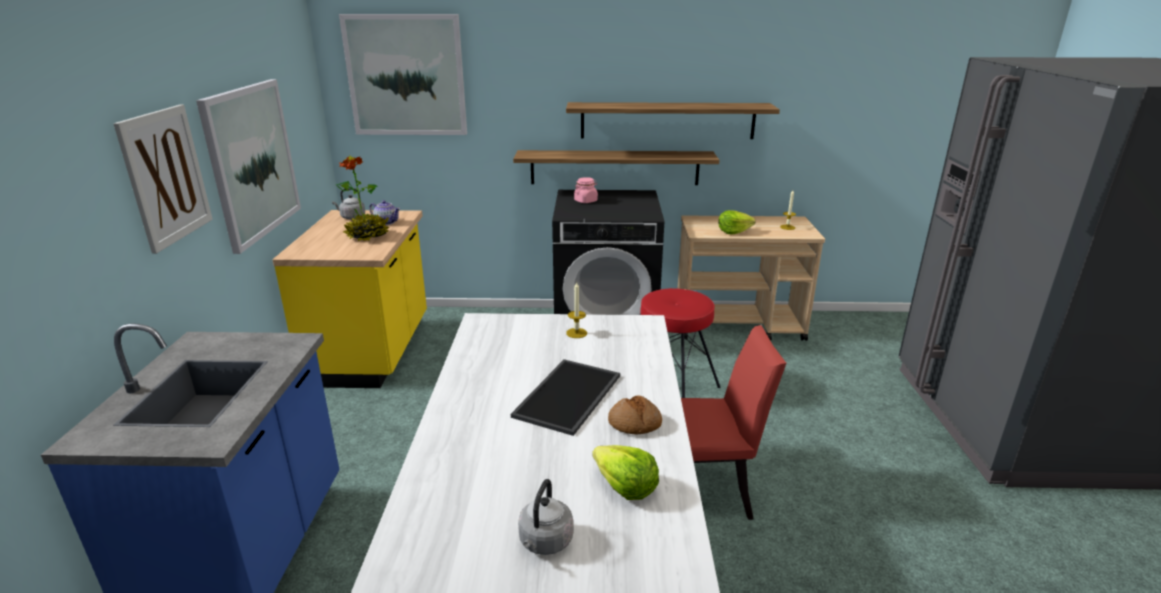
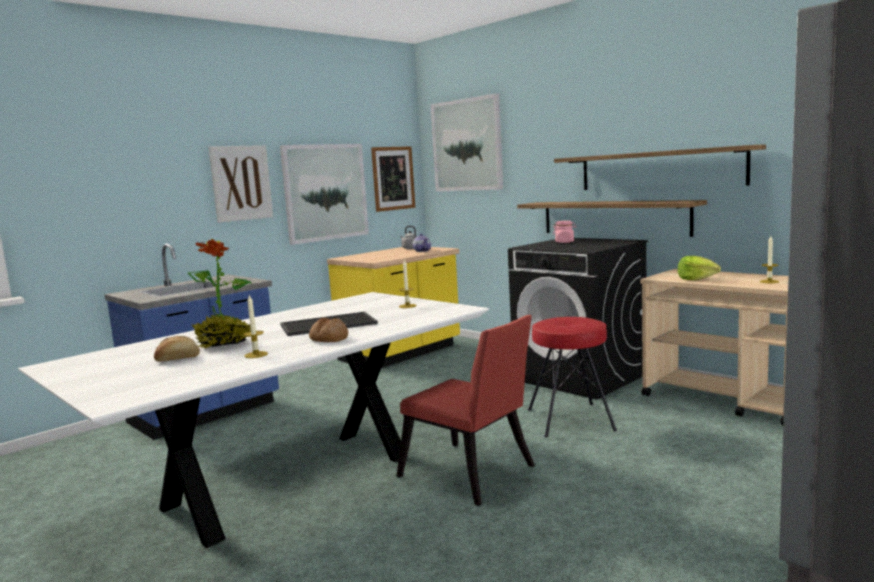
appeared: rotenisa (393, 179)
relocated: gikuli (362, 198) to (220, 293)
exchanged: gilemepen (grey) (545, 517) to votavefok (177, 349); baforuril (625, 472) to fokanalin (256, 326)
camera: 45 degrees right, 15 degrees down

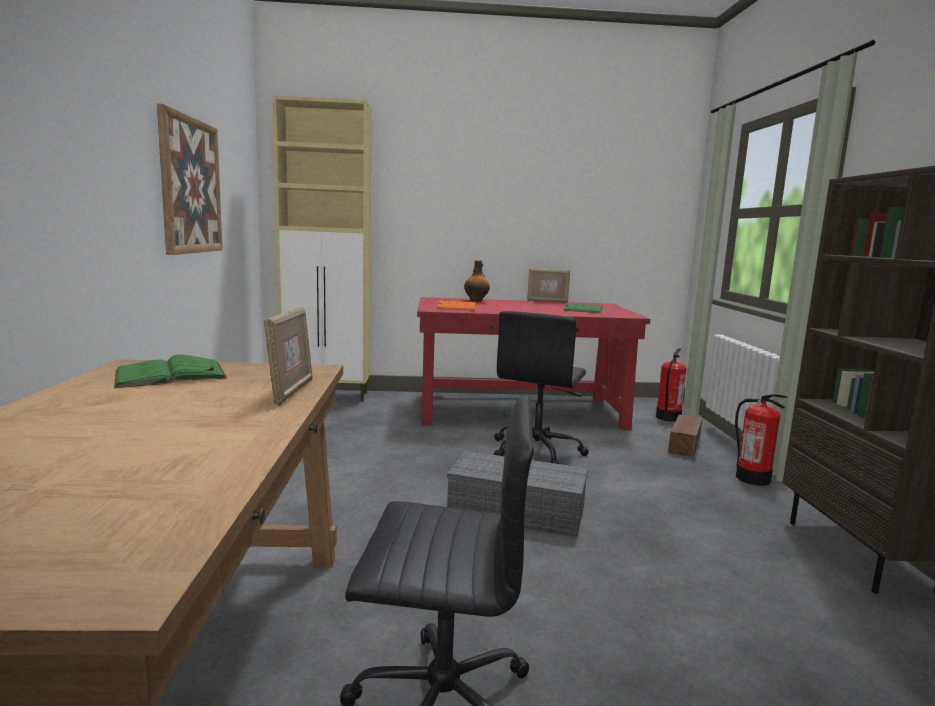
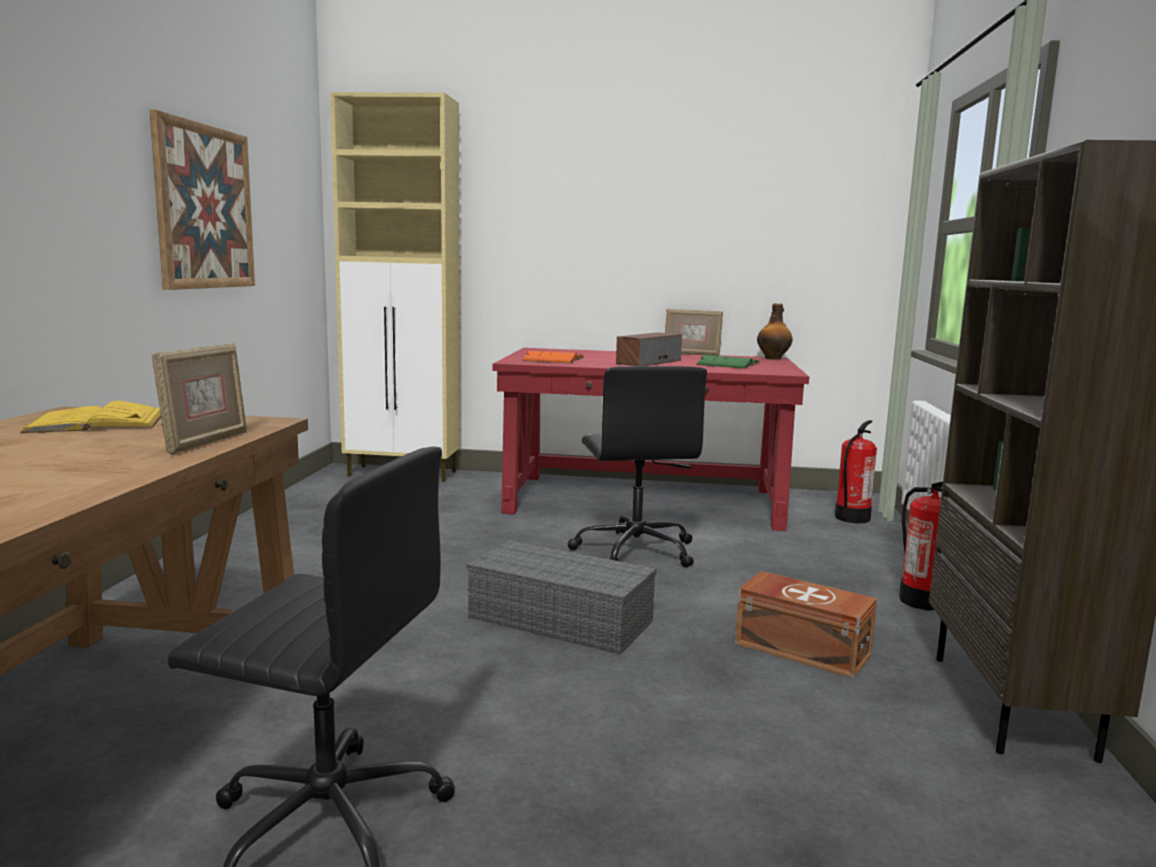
appeared: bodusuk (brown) (806, 624)
relocated: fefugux (685, 436) to (649, 349); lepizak (477, 281) to (775, 331)
colour: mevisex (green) (170, 371) to mevisex (yellow) (90, 417)
spun: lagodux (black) (541, 387) = (637, 467) 45 degrees counterclockwise
camera: 10 degrees right, 0 degrees up

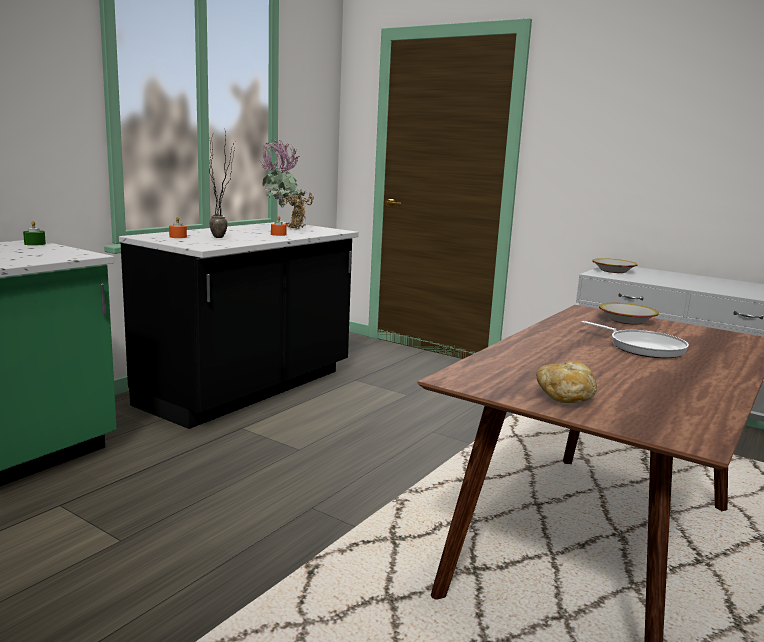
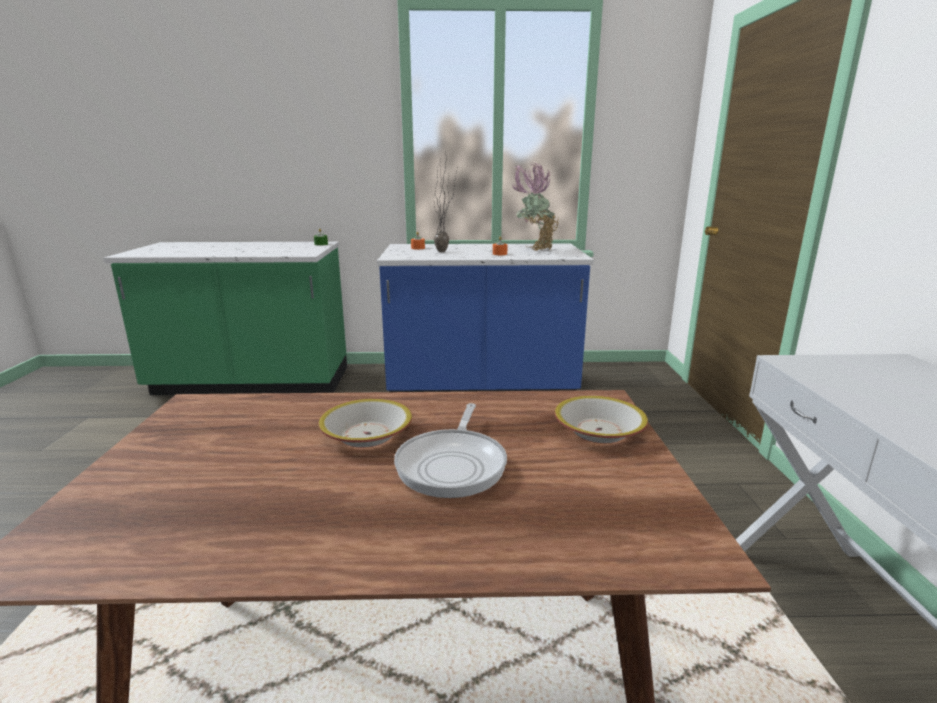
missing: votavefok (566, 382)
relocated: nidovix (614, 265) to (365, 423)
colour: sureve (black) (239, 325) to sureve (blue) (485, 318)
camera: 55 degrees right, 5 degrees up

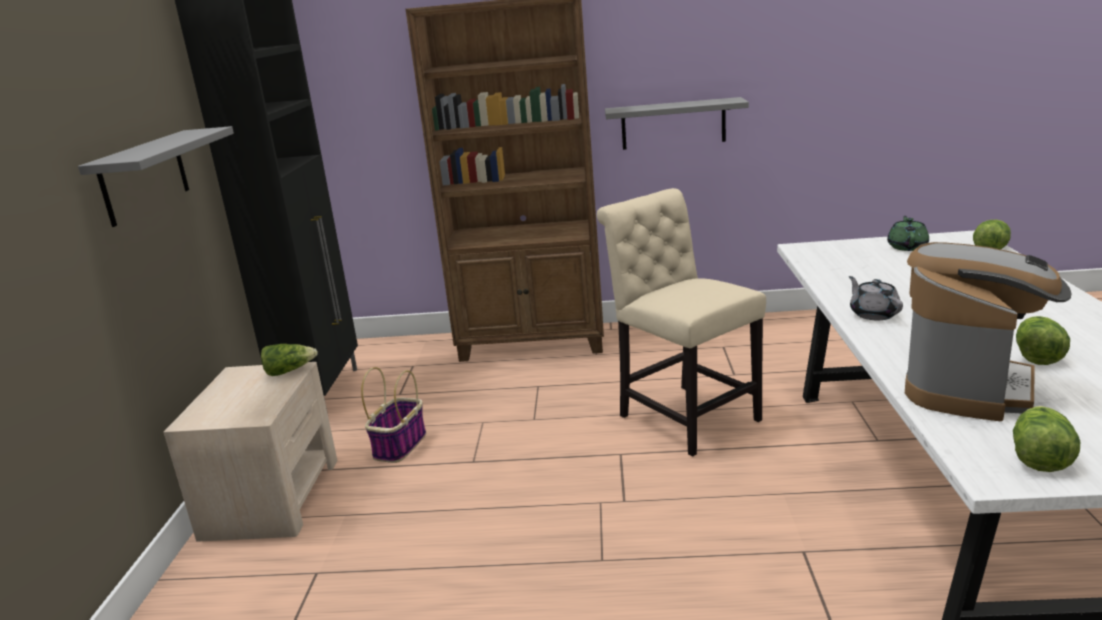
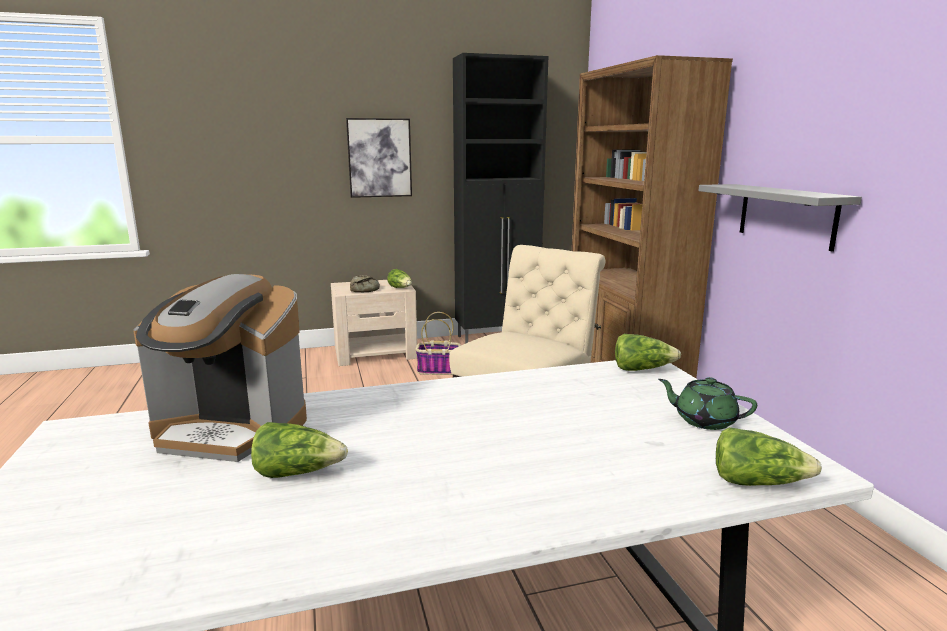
missing: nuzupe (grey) (876, 298)
appeared: votavefok (365, 283)
relocated: baforuril (1046, 439) to (648, 352)
exchanged: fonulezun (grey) (156, 176) to rotenisa (379, 158)
spun: nuzupe (green) (908, 233) = (707, 403) 150 degrees counterclockwise
camera: 70 degrees right, 5 degrees down

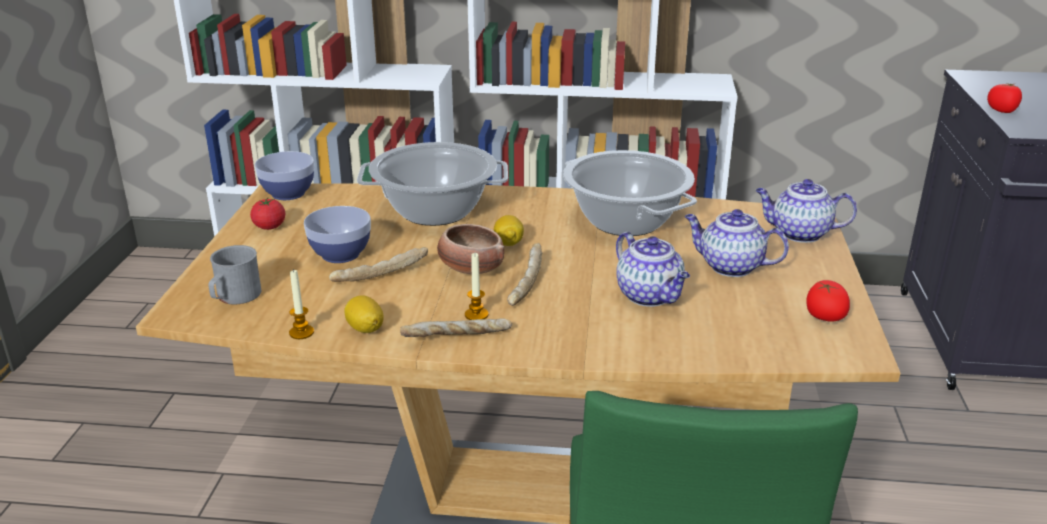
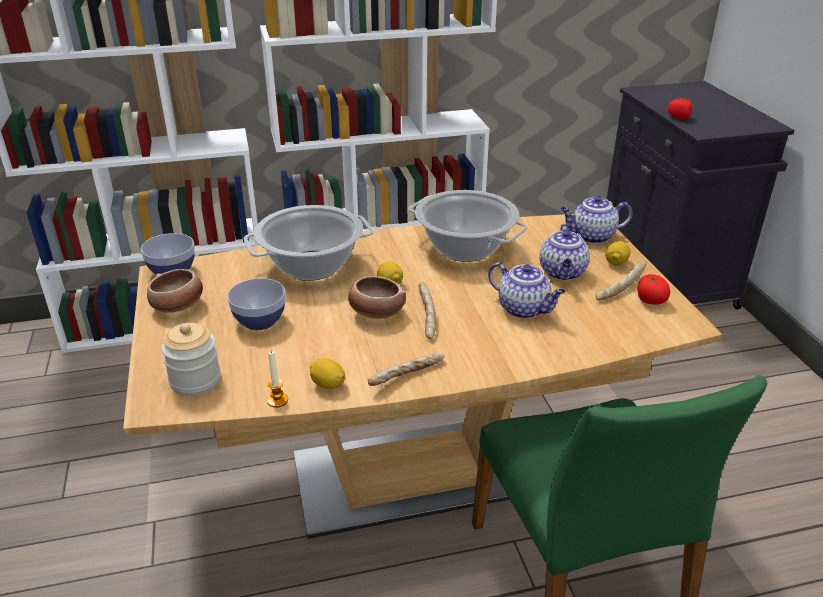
missing: fokanalin (476, 286)
appeared: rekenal (617, 253)
relocated: votavefok (378, 264) to (620, 280)
exchanged: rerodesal (268, 214) to nidovix (175, 291); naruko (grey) (234, 274) to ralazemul (191, 359)
spun: nuzupe (736, 243) = (564, 252) 90 degrees counterclockwise
camera: 20 degrees left, 5 degrees up

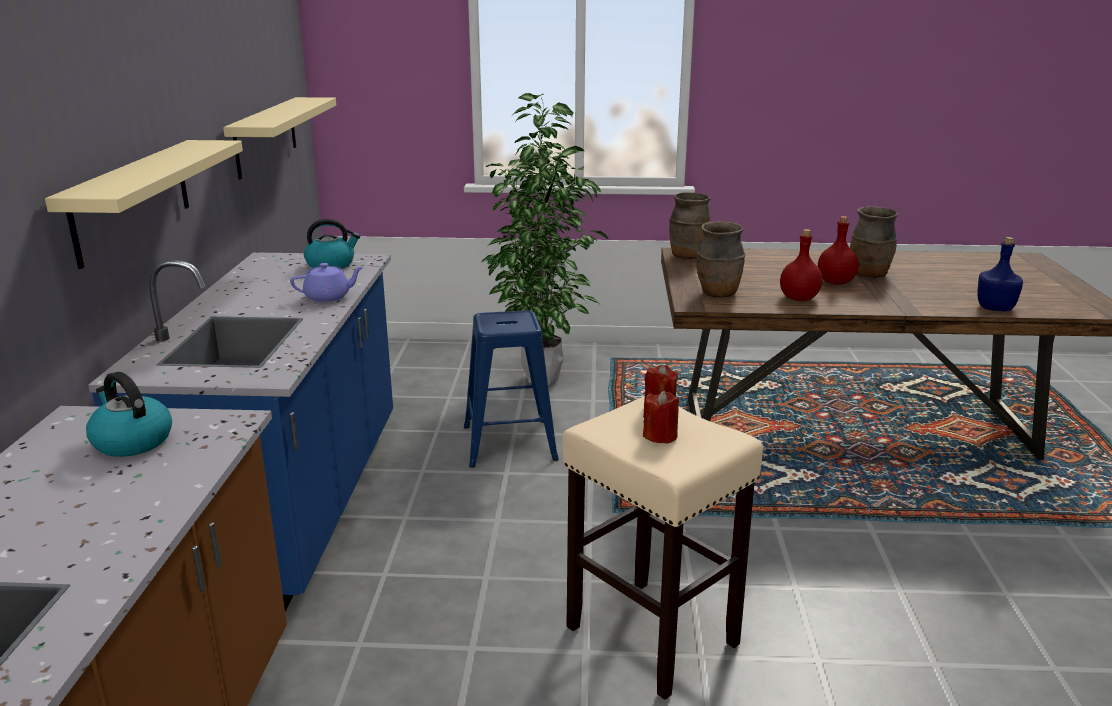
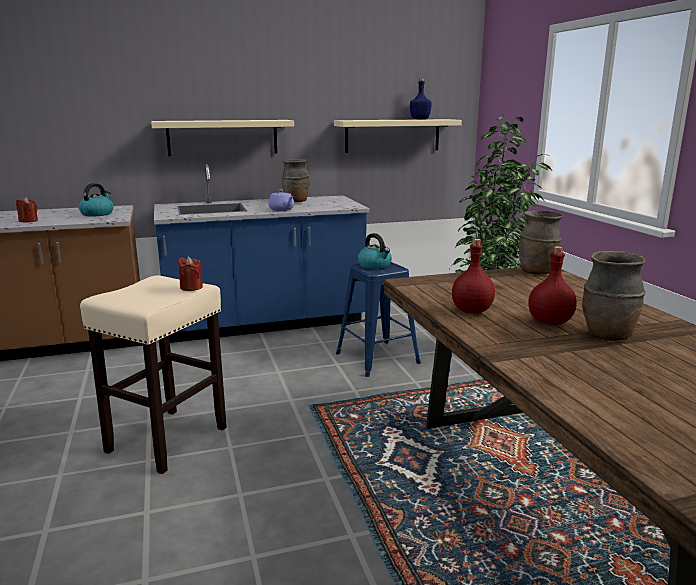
relocated: fokanalin (red) (661, 417) to (27, 209); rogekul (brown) (721, 259) to (295, 180); gilemepen (332, 244) to (375, 251); lepizak (blue) (1000, 274) to (421, 99)
camera: 70 degrees right, 5 degrees down

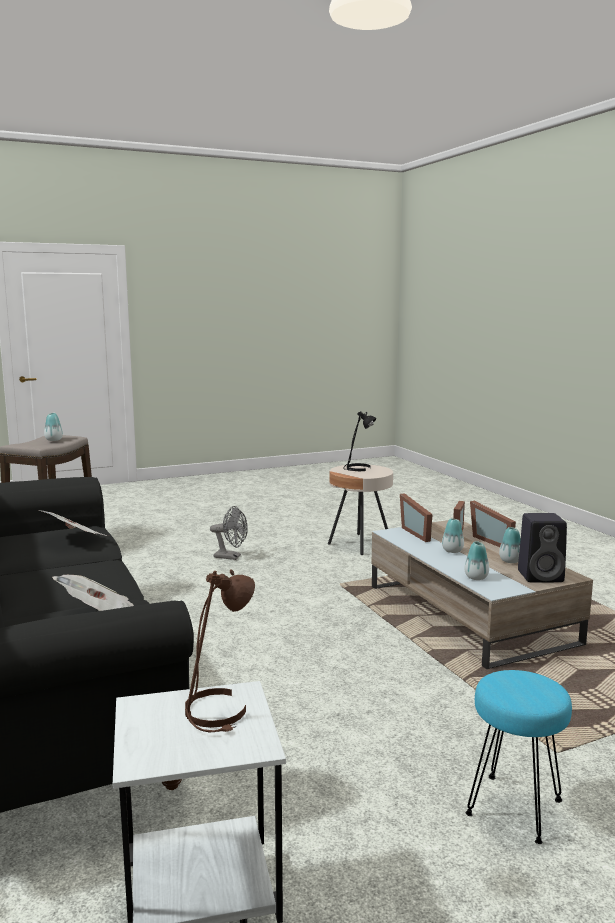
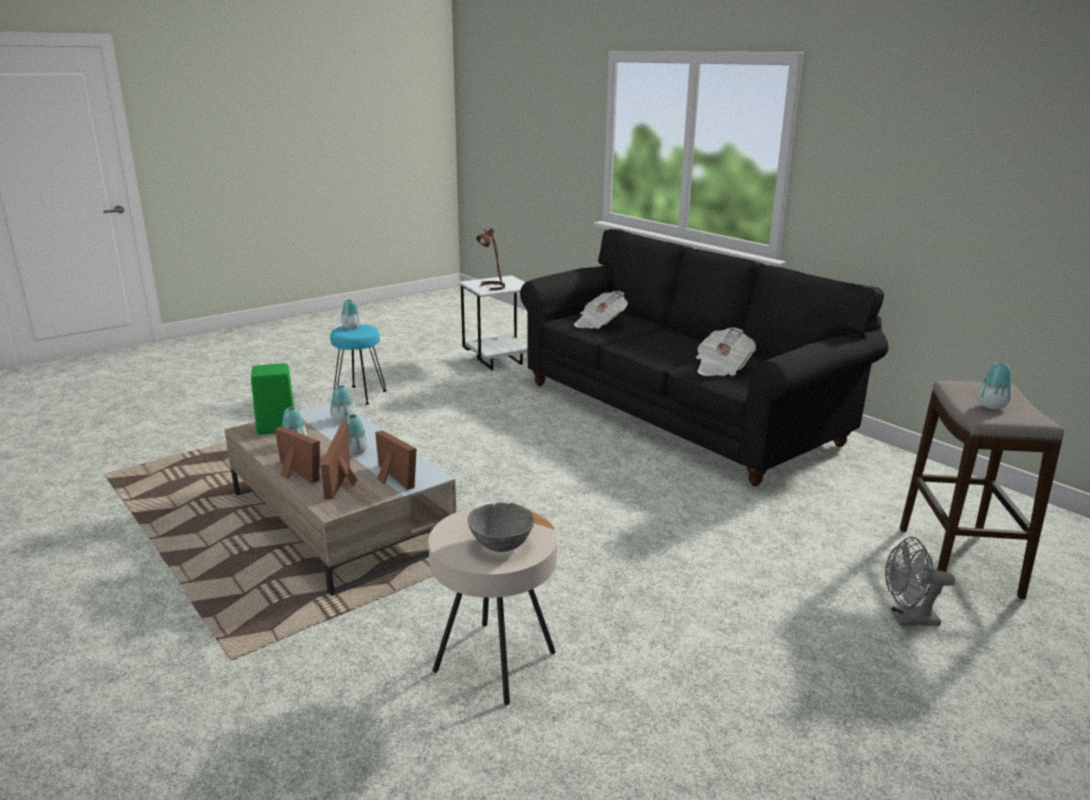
appeared: rogekul (350, 314)
relocated: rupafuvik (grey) (229, 533) to (920, 581)
exchanged: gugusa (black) (359, 441) to nidovix (grey) (501, 527)
colour: fefugux (black) (542, 548) to fefugux (green) (272, 399)
camera: 165 degrees right, 10 degrees up

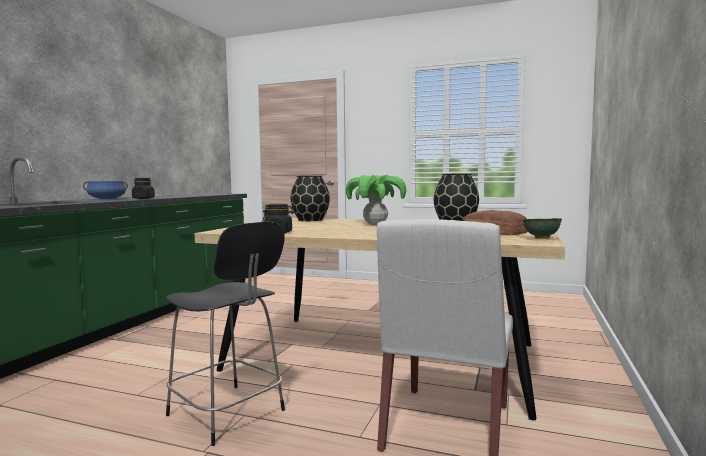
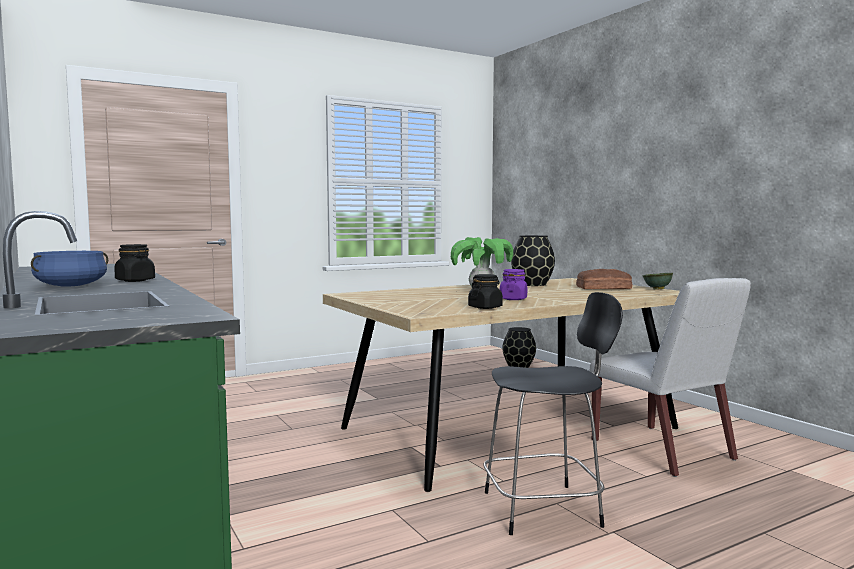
appeared: ralazemul (purple) (513, 284)
relocated: rogekul (black) (310, 198) to (519, 347)
camera: 50 degrees left, 0 degrees up

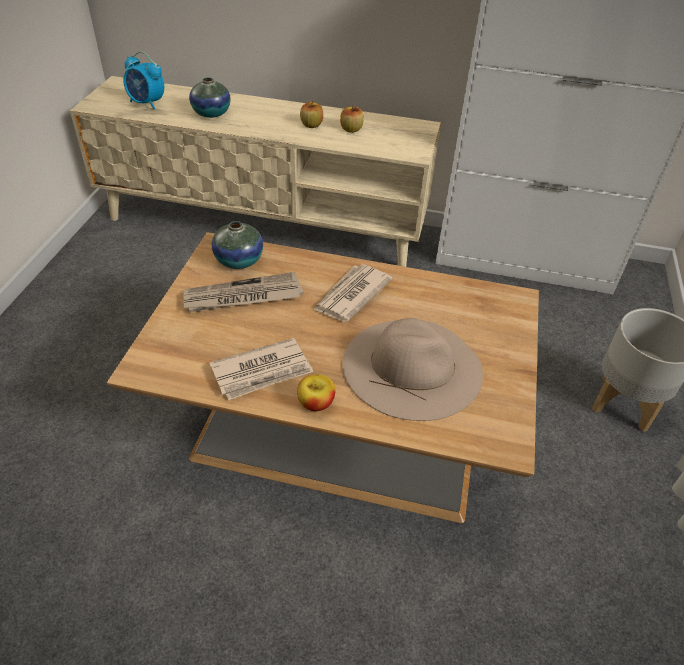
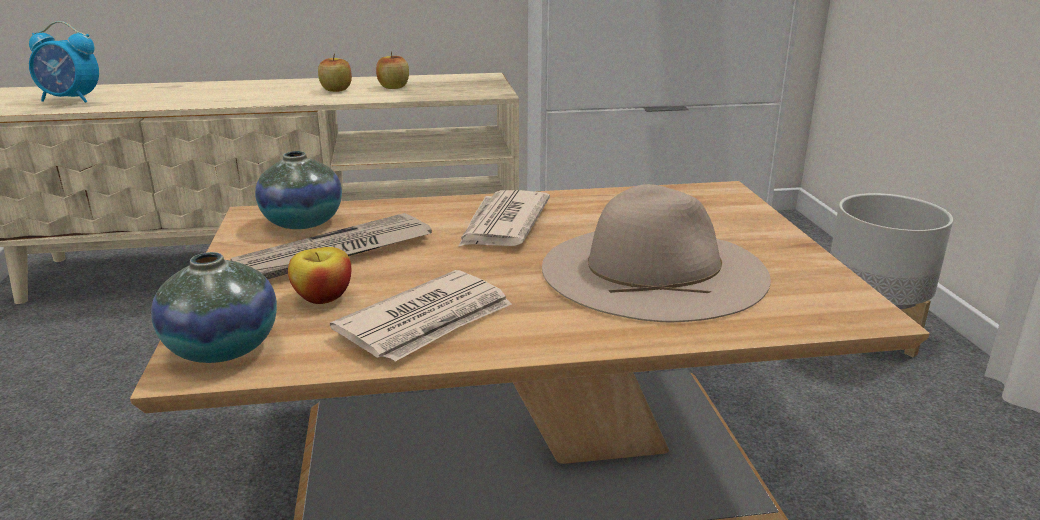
relocated: rogekul (209, 97) to (214, 307); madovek (316, 393) to (319, 275)
camera: 20 degrees left, 20 degrees down

